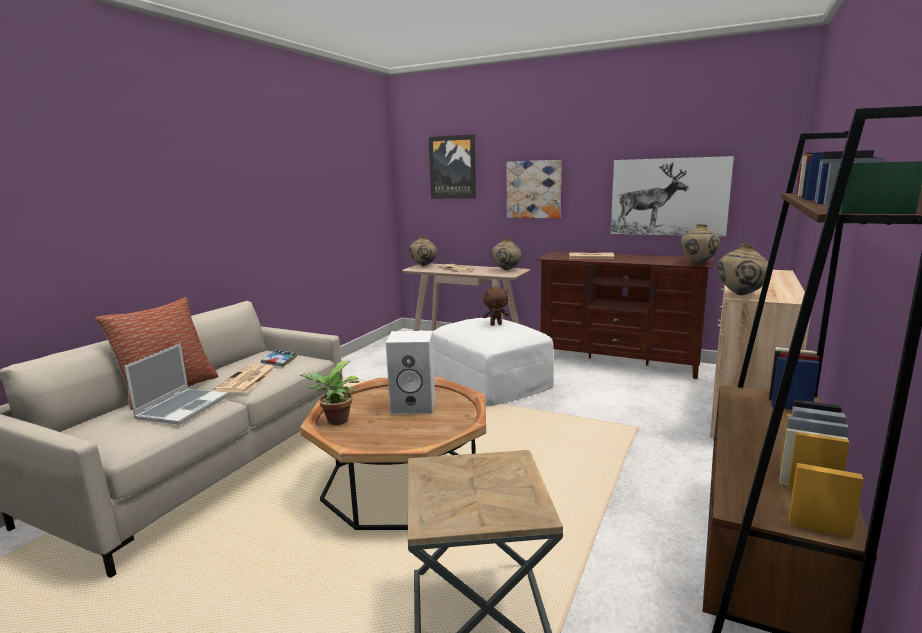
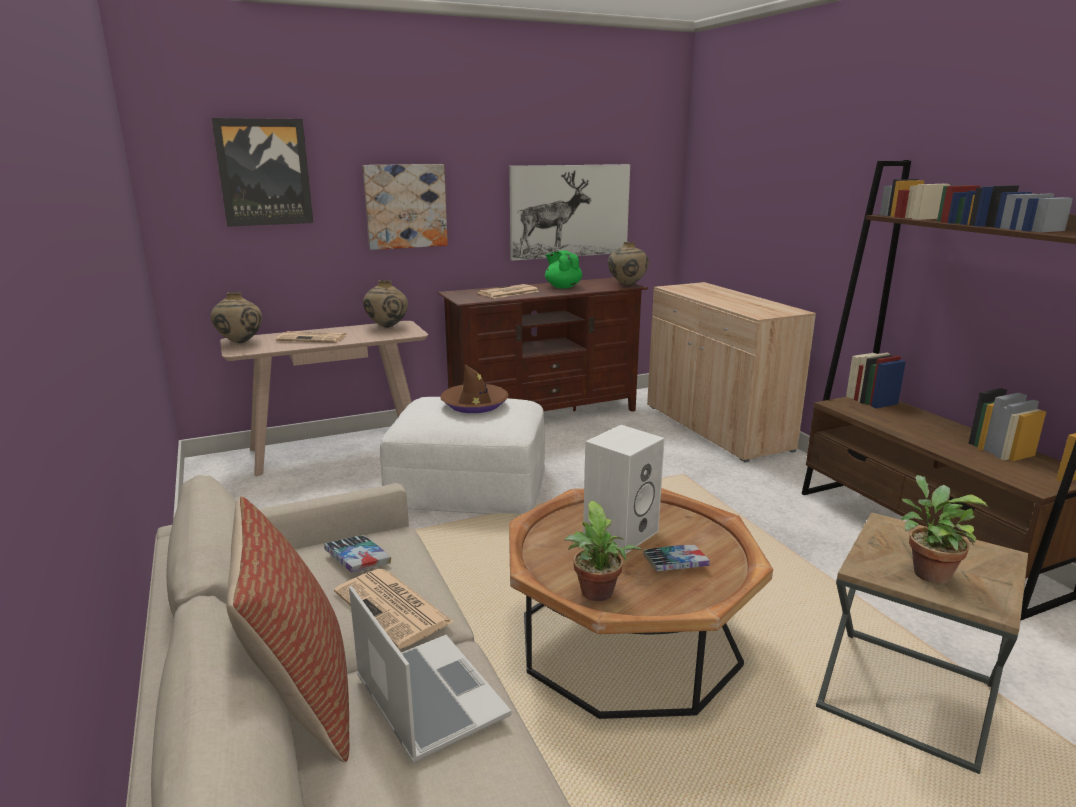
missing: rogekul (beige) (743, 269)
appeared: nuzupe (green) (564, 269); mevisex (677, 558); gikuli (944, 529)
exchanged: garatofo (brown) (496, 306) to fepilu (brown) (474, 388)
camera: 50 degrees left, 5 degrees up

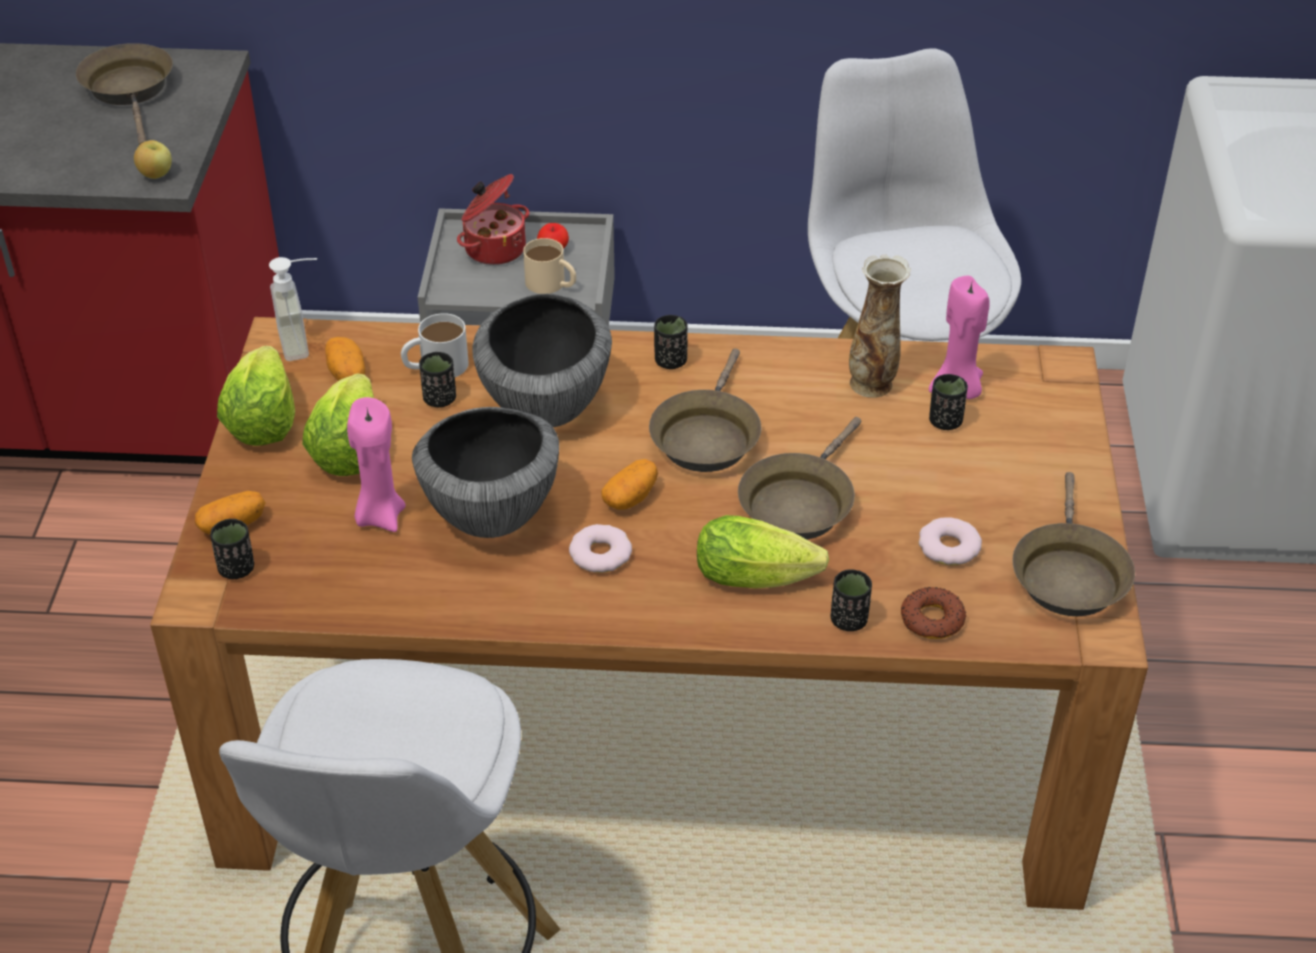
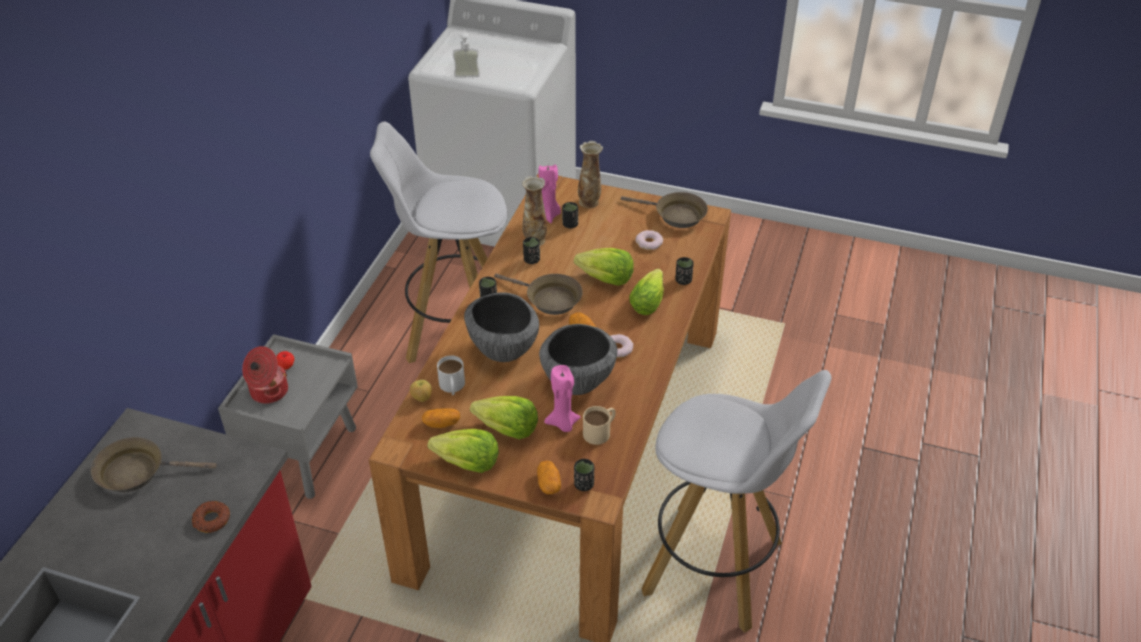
appeared: rogekul (590, 174)
relocated: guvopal (933, 613) to (211, 517); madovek (153, 159) to (421, 391); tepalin (293, 309) to (466, 53); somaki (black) (437, 380) to (531, 250); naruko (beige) (549, 266) to (599, 425)
exchanged: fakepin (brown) (799, 478) to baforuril (604, 267)
camera: 75 degrees left, 0 degrees up

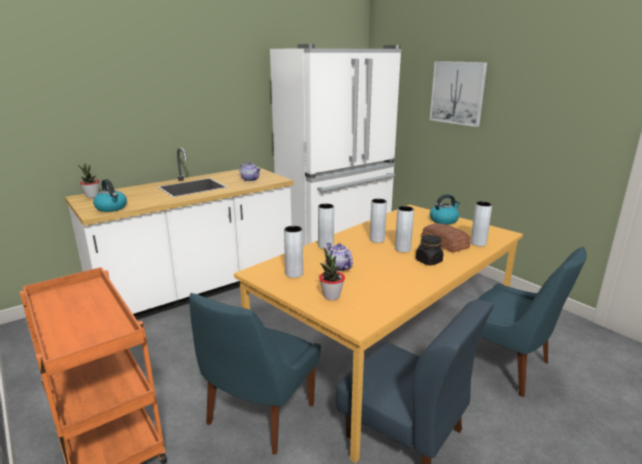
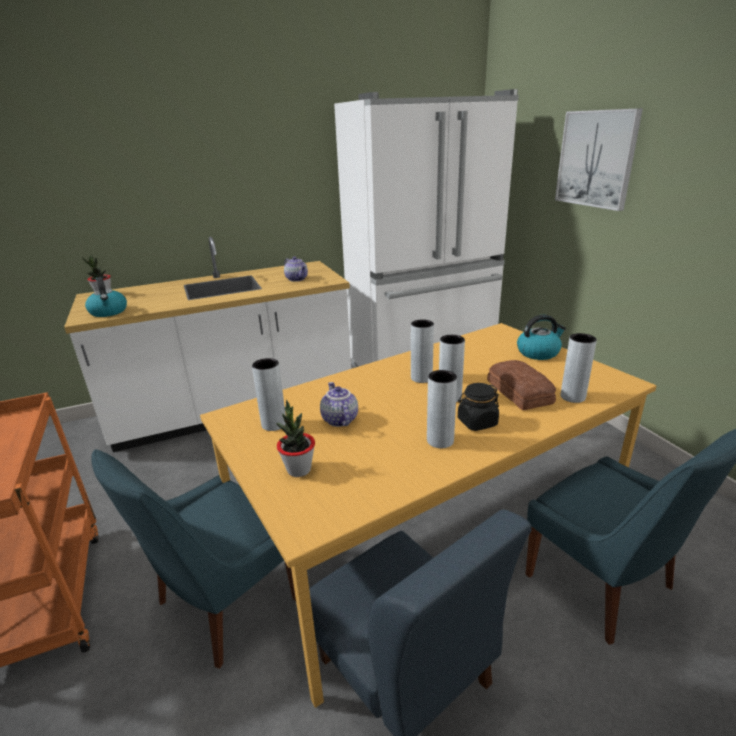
relocated: rogekul (grey) (326, 226) to (442, 409)
camera: 15 degrees right, 5 degrees up

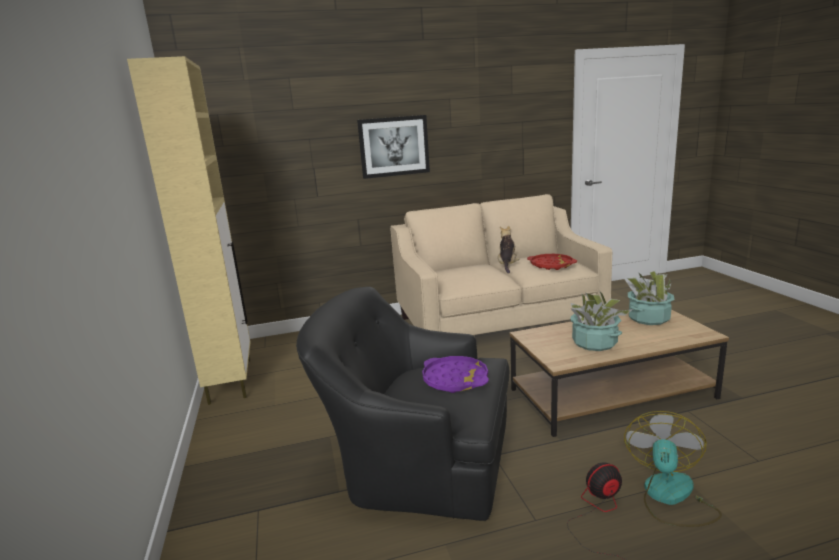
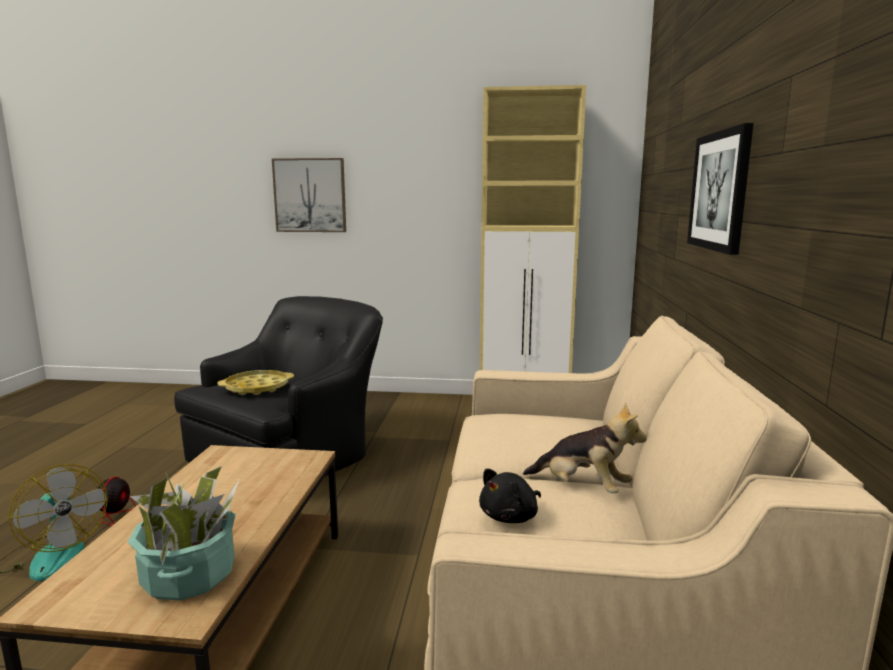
missing: gikuli (601, 321)
appeared: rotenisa (309, 195)
exchanged: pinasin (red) (552, 262) to garatofo (black) (510, 495)
colour: pinasin (purple) (455, 374) to pinasin (yellow) (255, 382)
camera: 110 degrees right, 5 degrees down

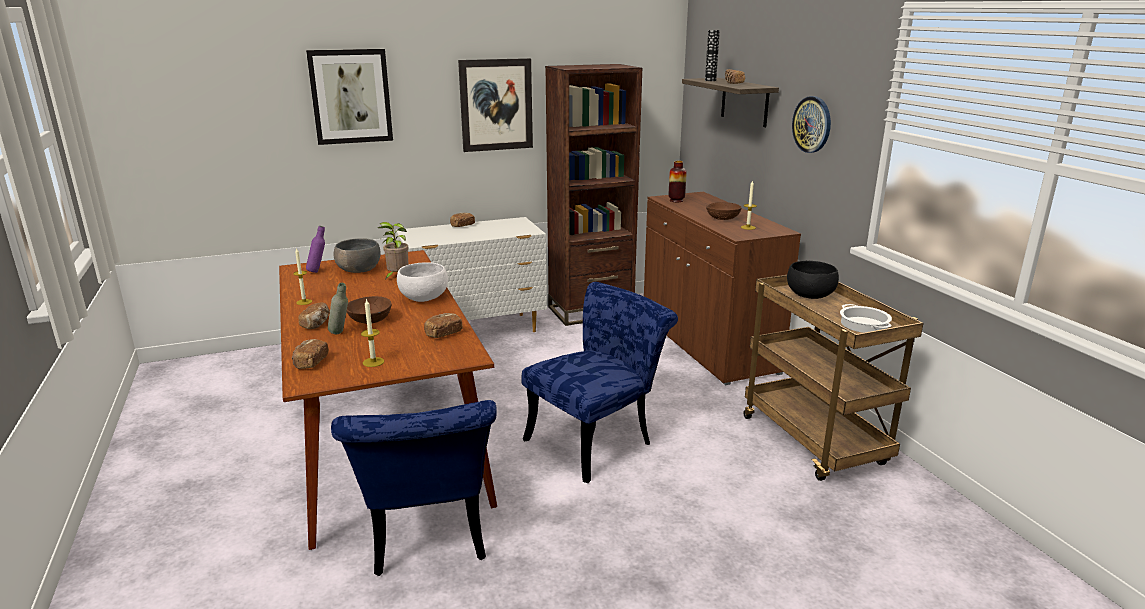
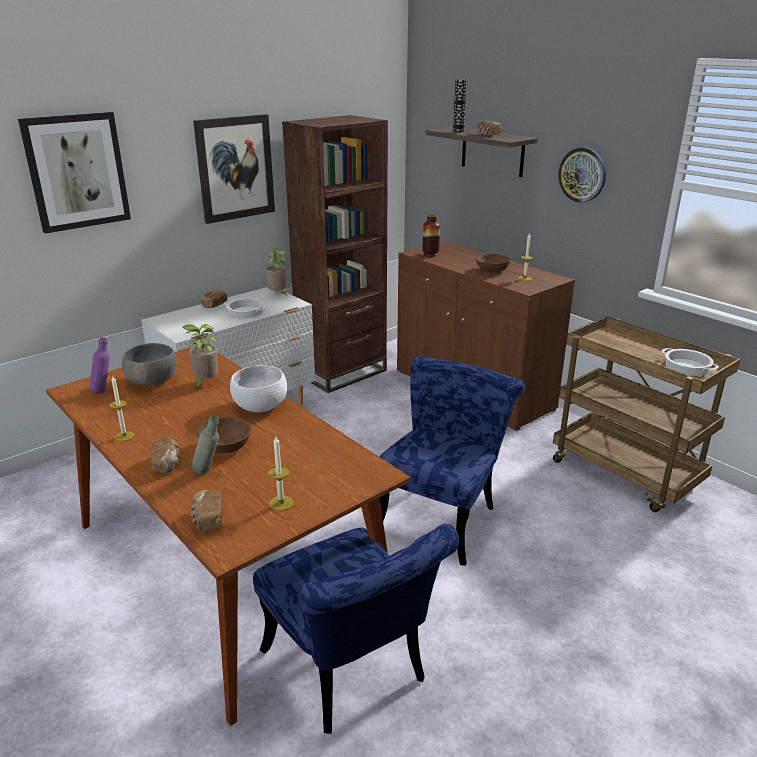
missing: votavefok (443, 325); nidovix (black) (813, 280)
appeared: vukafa (246, 308); gikuli (276, 272)
camera: 20 degrees left, 5 degrees up

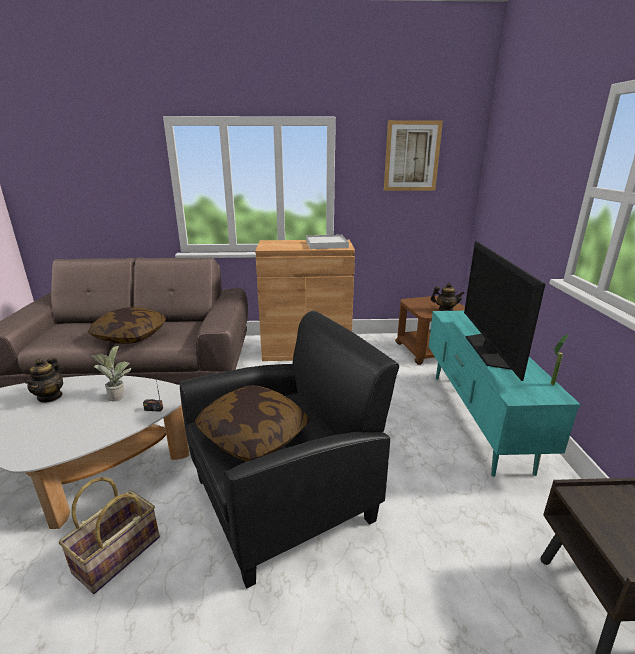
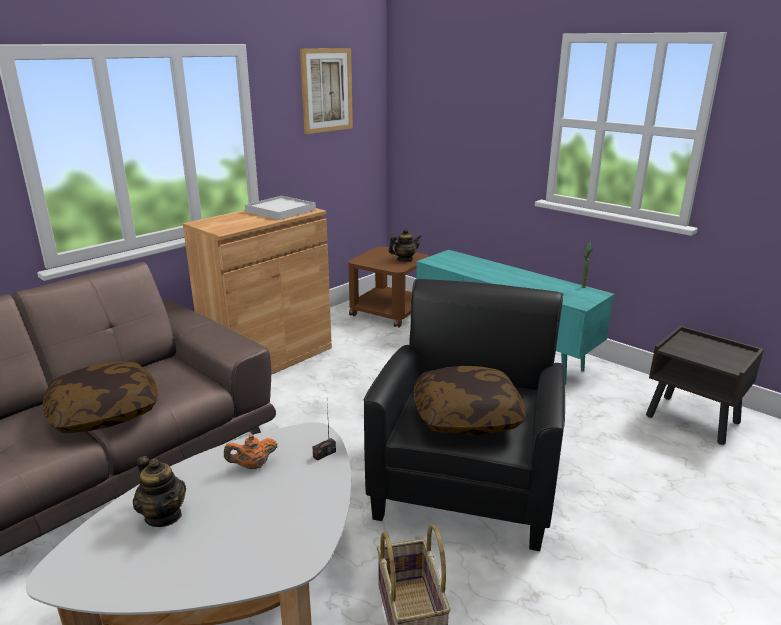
missing: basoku (504, 311)
exchanged: gikuli (111, 373) to nuzupe (orange) (250, 452)
camera: 45 degrees left, 0 degrees up

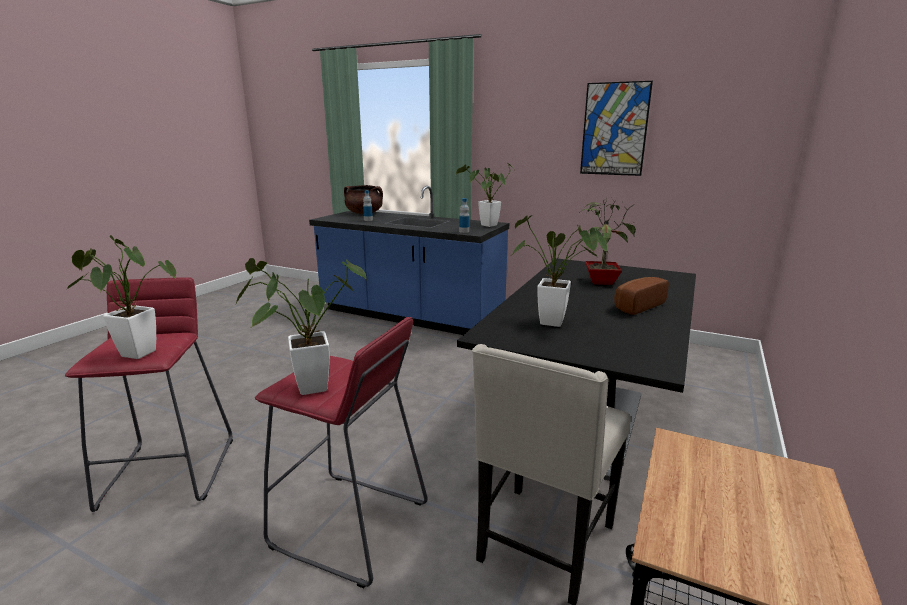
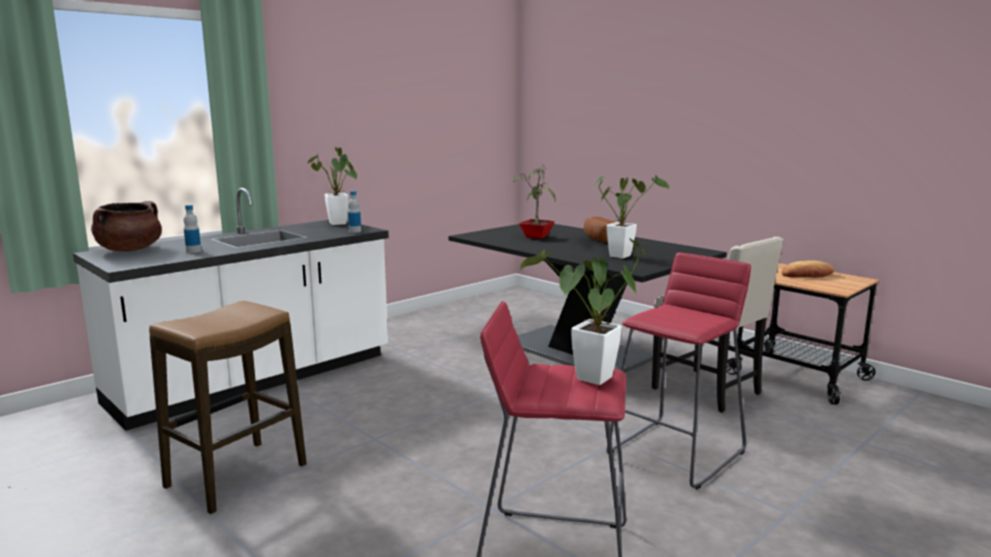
missing: gikuli (301, 326); rotenisa (616, 128)
appeared: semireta (228, 407); votavefok (808, 269)
colour: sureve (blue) (409, 260) to sureve (white) (231, 309)
camera: 70 degrees left, 5 degrees down

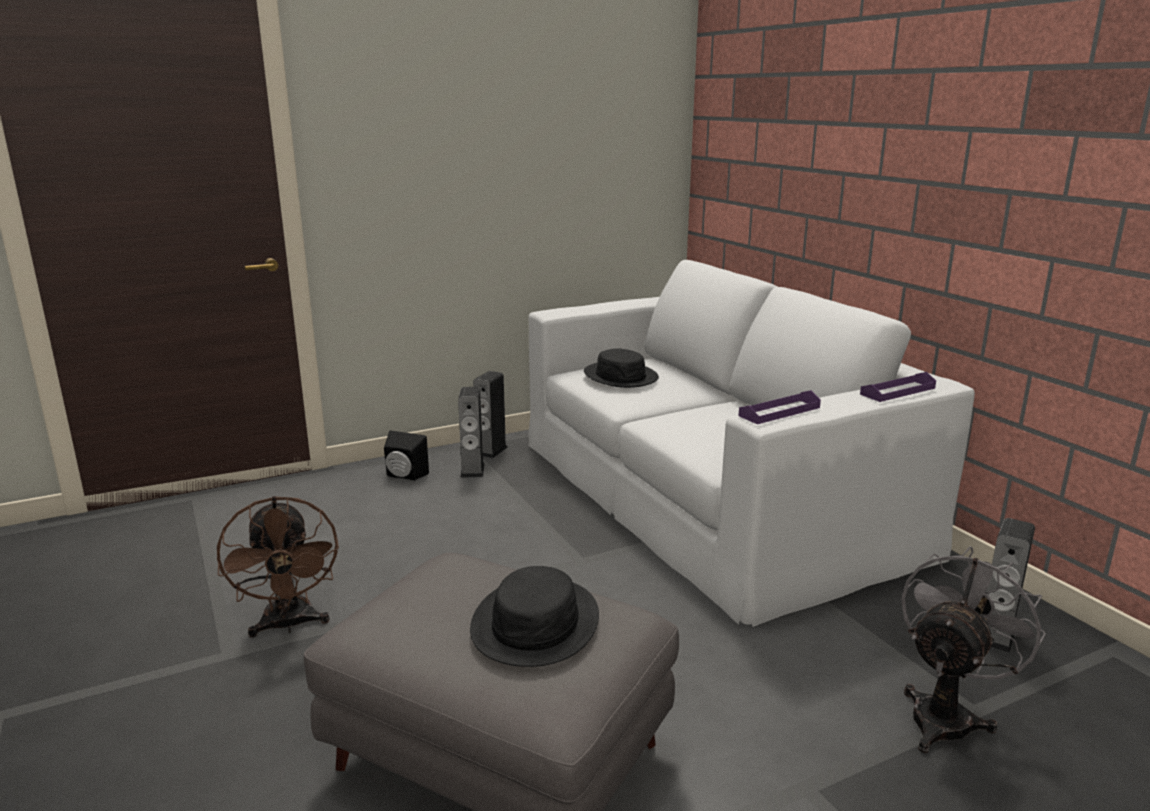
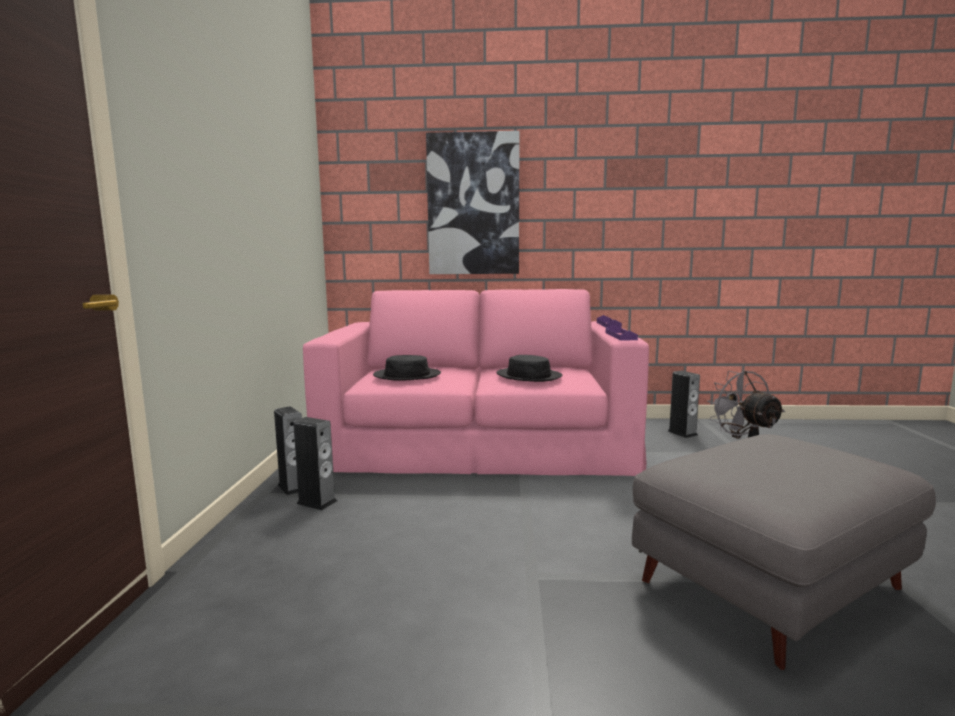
missing: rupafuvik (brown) (278, 567); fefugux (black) (406, 456)
appeared: rotenisa (473, 202)
relocated: fepilu (black) (534, 616) to (529, 368)
colour: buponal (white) (752, 443) to buponal (pink) (476, 382)
camera: 60 degrees left, 10 degrees down

